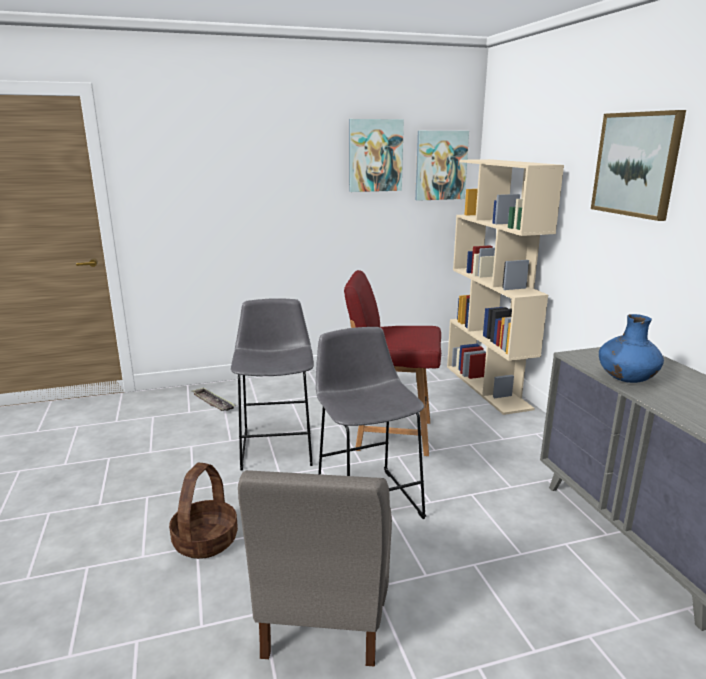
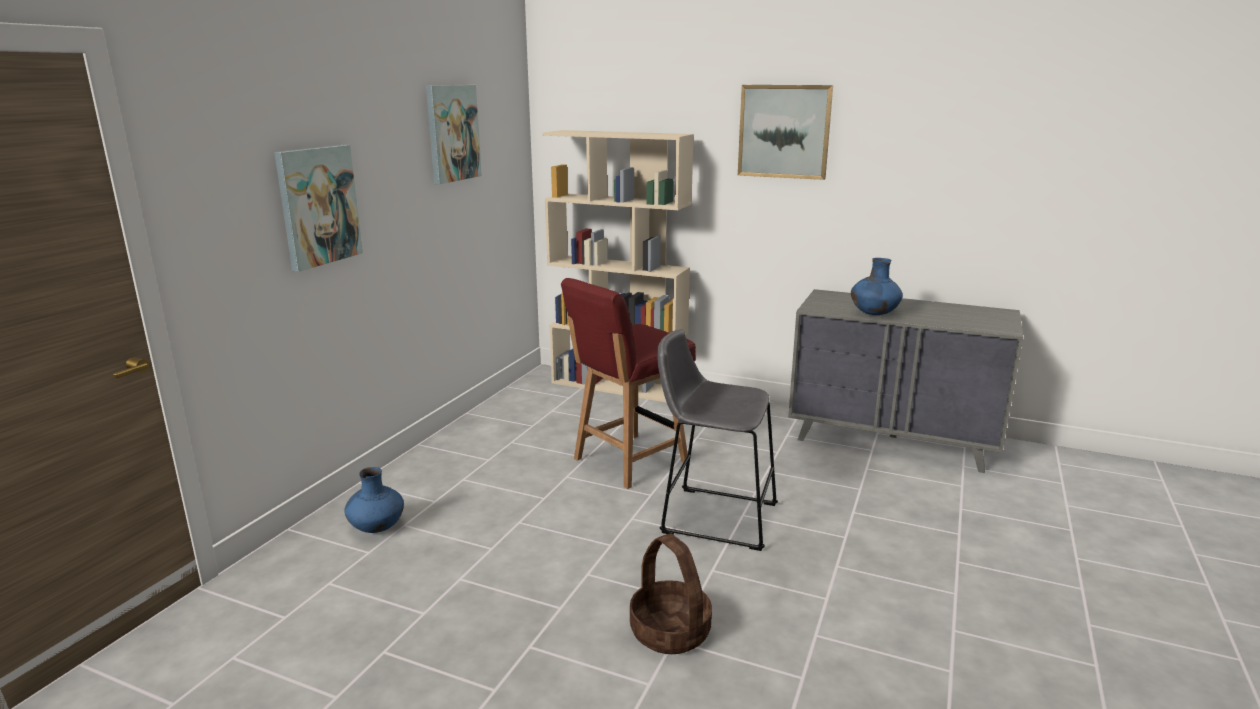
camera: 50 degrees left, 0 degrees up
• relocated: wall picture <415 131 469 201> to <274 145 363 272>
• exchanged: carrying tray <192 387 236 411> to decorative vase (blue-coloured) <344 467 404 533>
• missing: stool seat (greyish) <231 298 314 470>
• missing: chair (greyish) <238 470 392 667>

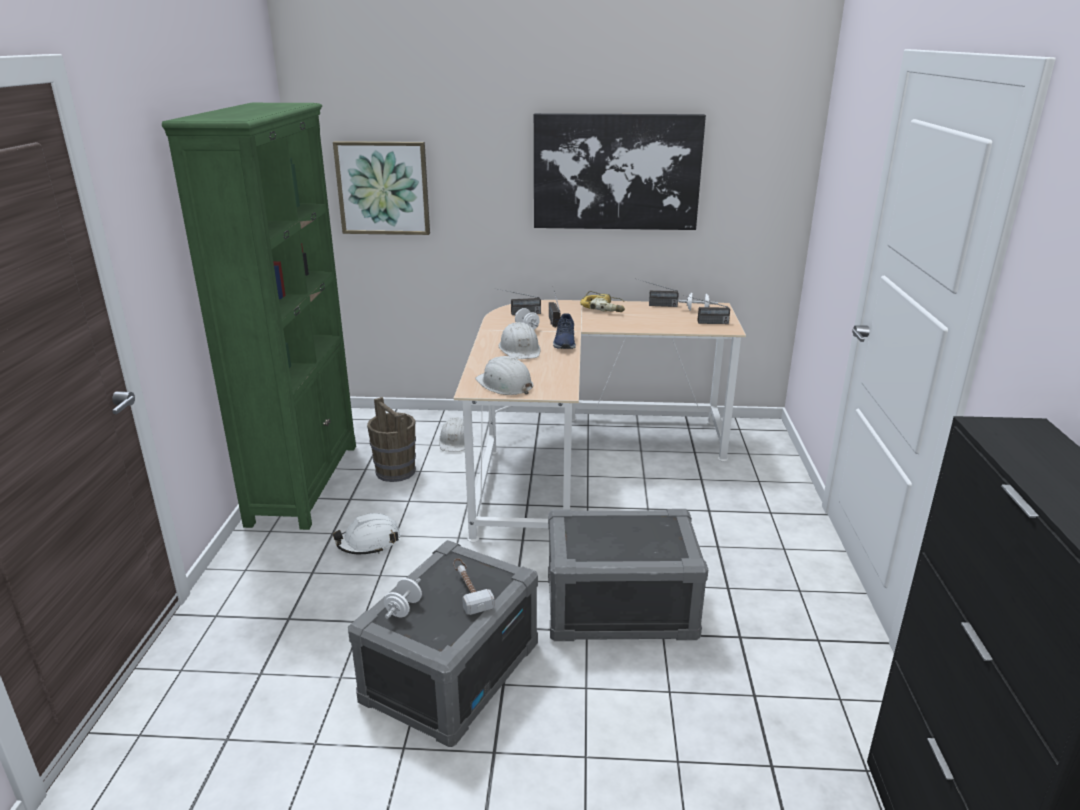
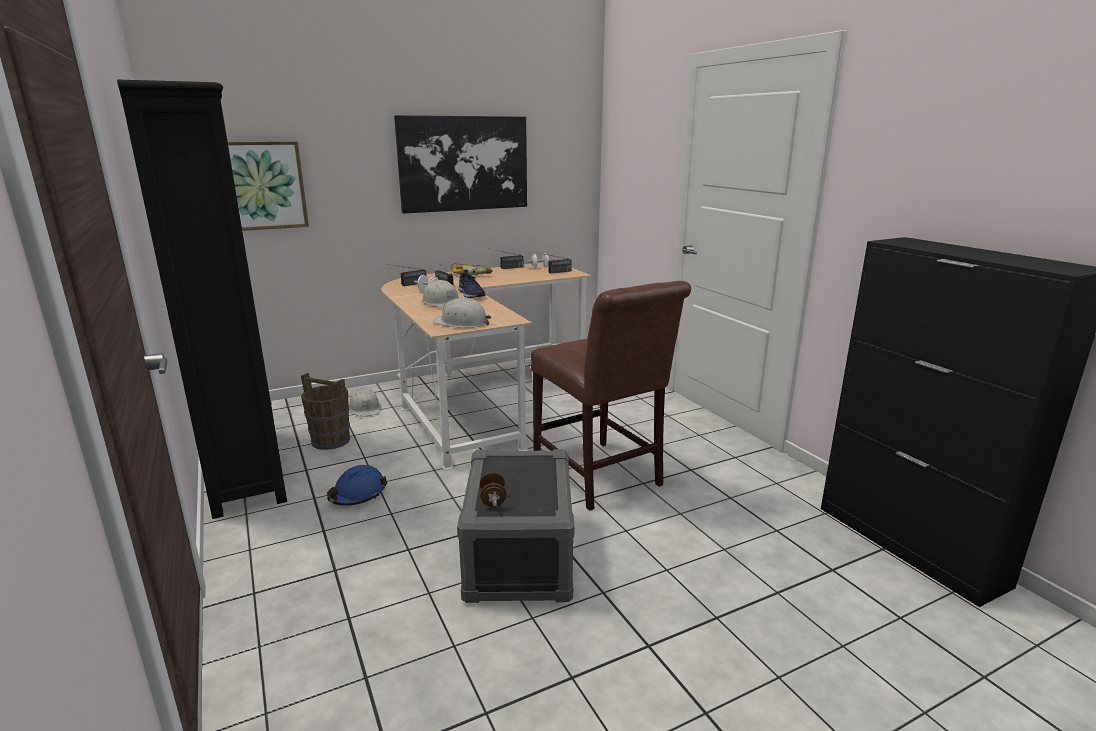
camera: 30 degrees left, 5 degrees down
• colour: shelving unit (greenish) <162 103 356 530> to shelving unit (black-coloured) <117 80 287 519>
• colour: hard hat (whitish) <333 513 401 554> to hard hat (blue-coloured) <327 465 387 506>
• colour: free weight (whitish) <384 578 422 619> to free weight (brownish) <480 472 507 507>
• exchanged: storage box (greyish) <548 509 708 641> to chair (brownish) <531 281 691 511>
• missing: hand hammer <453 559 495 615>

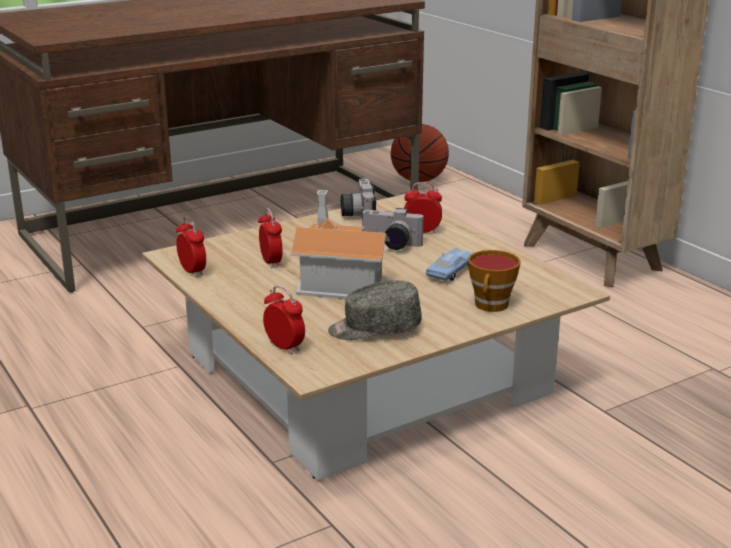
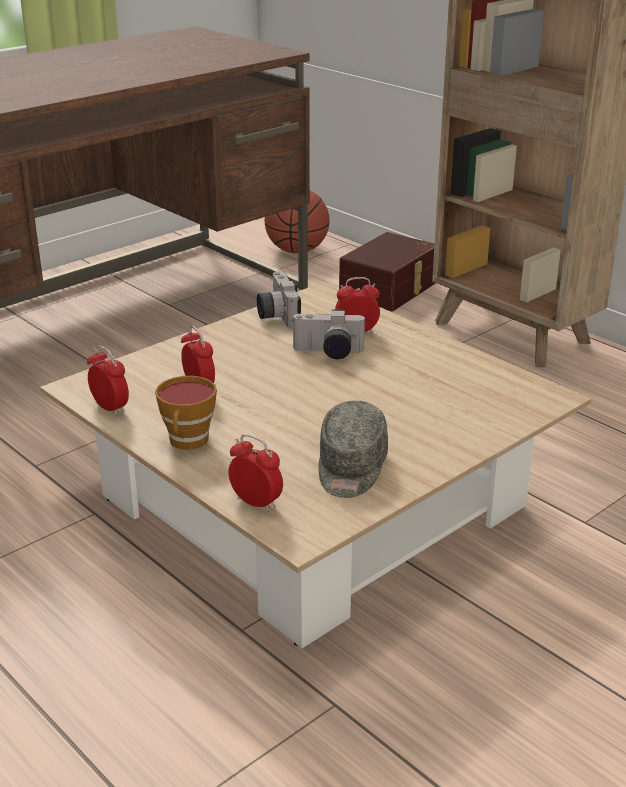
camera: 10 degrees left, 5 degrees up
• relocated: cup <468 250 521 312> to <155 376 217 450>
• spun: peaked cap (greyish) <328 280 422 340> = <318 401 388 498> 60 degrees counterclockwise
• appeared: storage box (brownish) <339 232 436 312>
• missing: miniature house <290 190 390 299>
• missing: toy car (blue-coloured) <426 248 474 281>

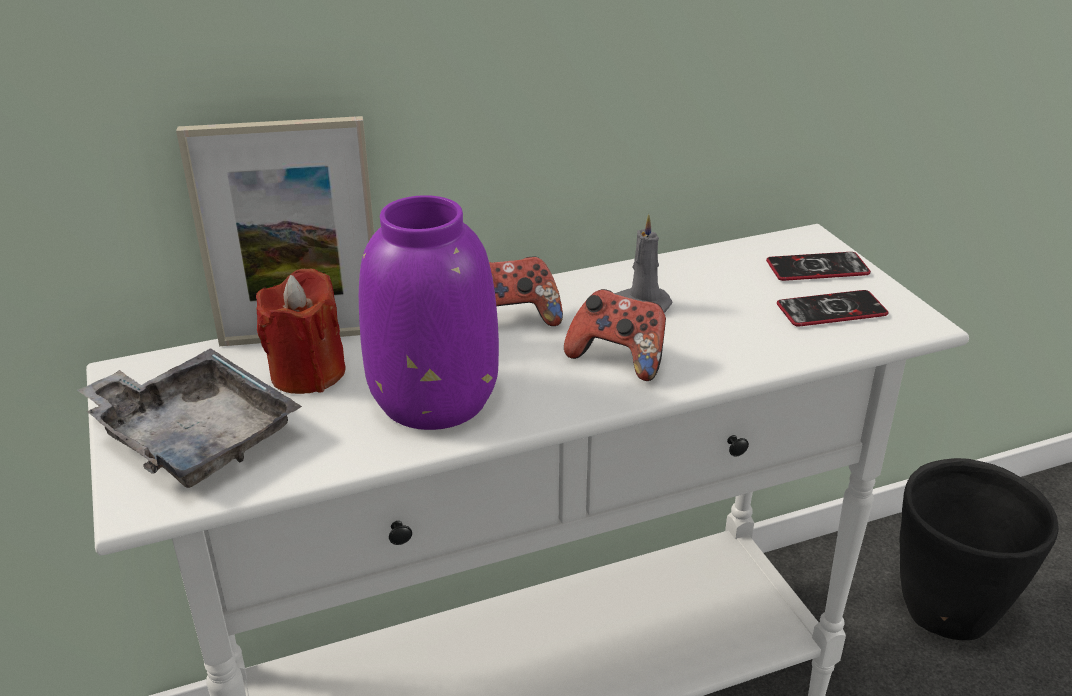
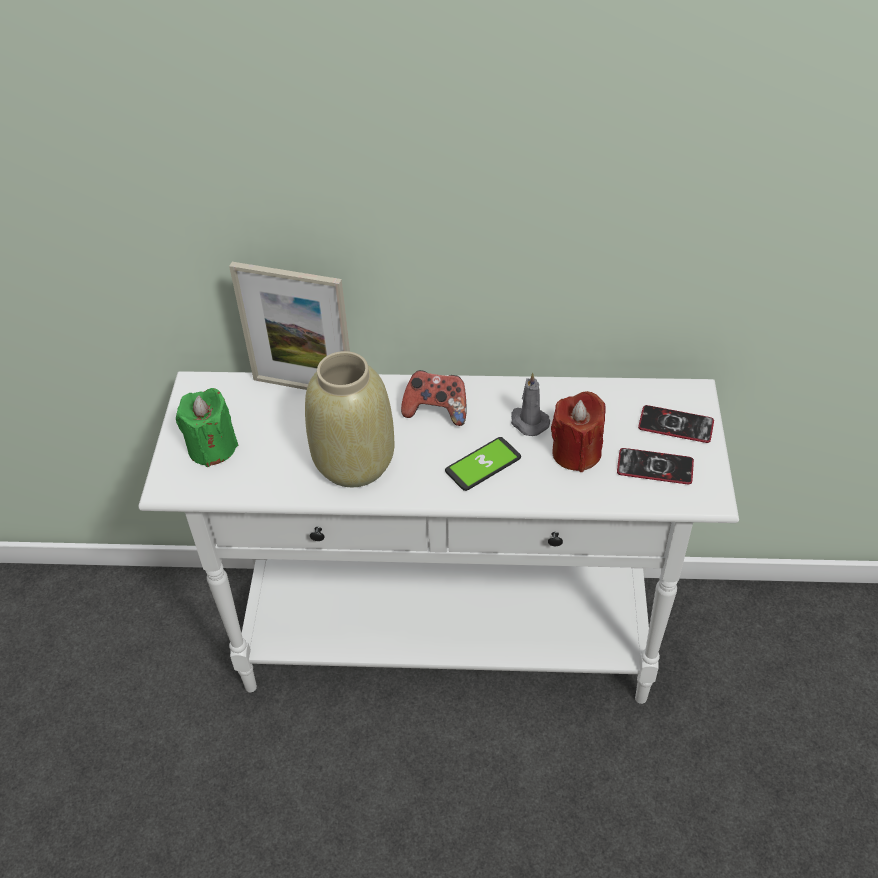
camera: 25 degrees right, 15 degrees up
• exchanged: carrying tray (greyish) <78 348 302 488> to wax candle (greenish) <176 388 238 467>
• colour: decorative vase (purple) <359 195 499 430> to decorative vase (beige-coloured) <305 351 394 487>
• exchanged: gamepad <564 289 666 381> to phone <445 437 521 491>
• relocated: wax candle (red) <256 269 346 394> to <551 391 606 472>
• missing: plant pot (black-coloured) <899 458 1059 640>

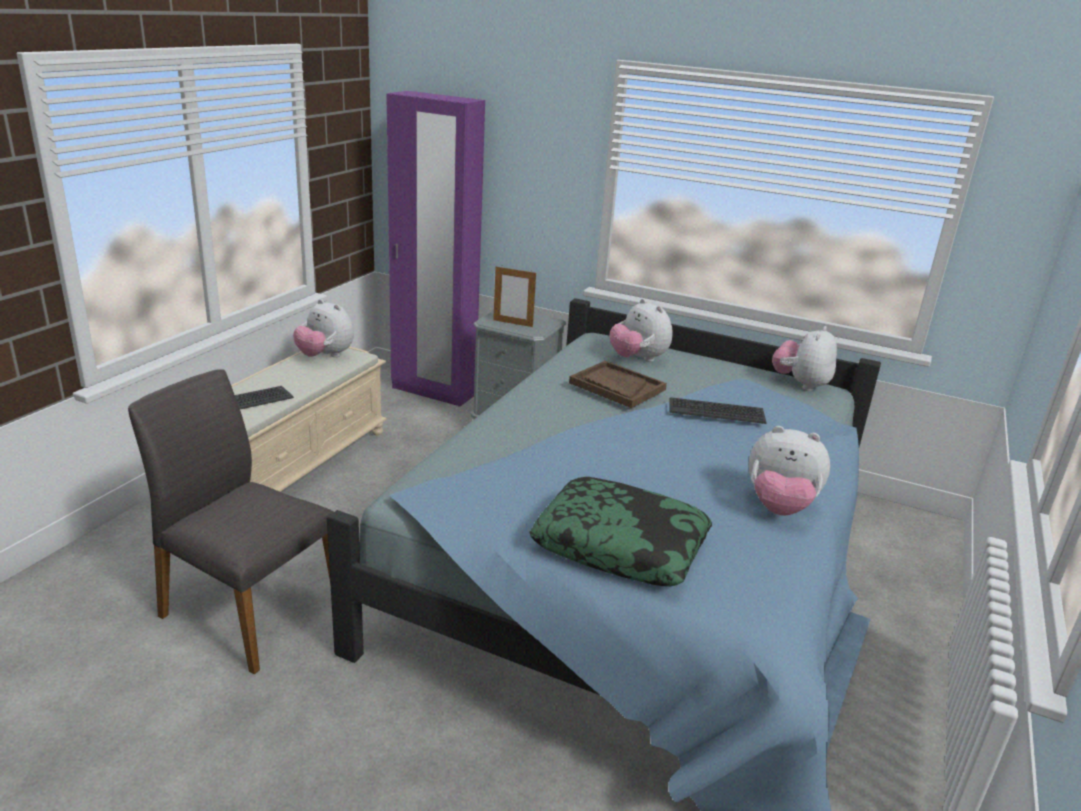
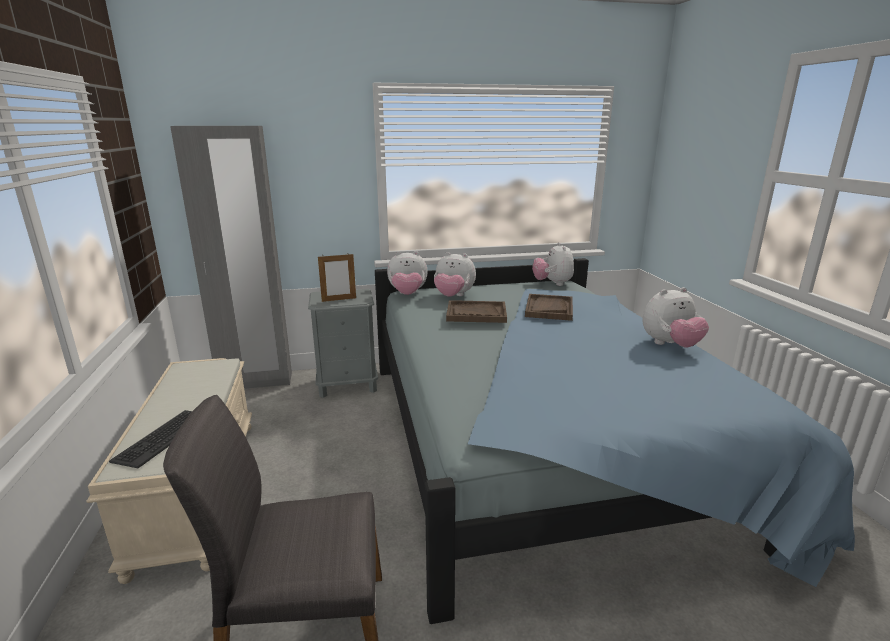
camera: 35 degrees left, 5 degrees down
• colour: clothes cupboard (purple) <386 91 485 407> to clothes cupboard (greyish) <170 126 292 389>
• relocated: plush toy <293 299 354 357> to <387 251 428 295>
• exchanged: computer keyboard <670 397 766 424> to carrying tray (brownish) <525 294 573 321>
• missing: cushion <530 477 712 587>

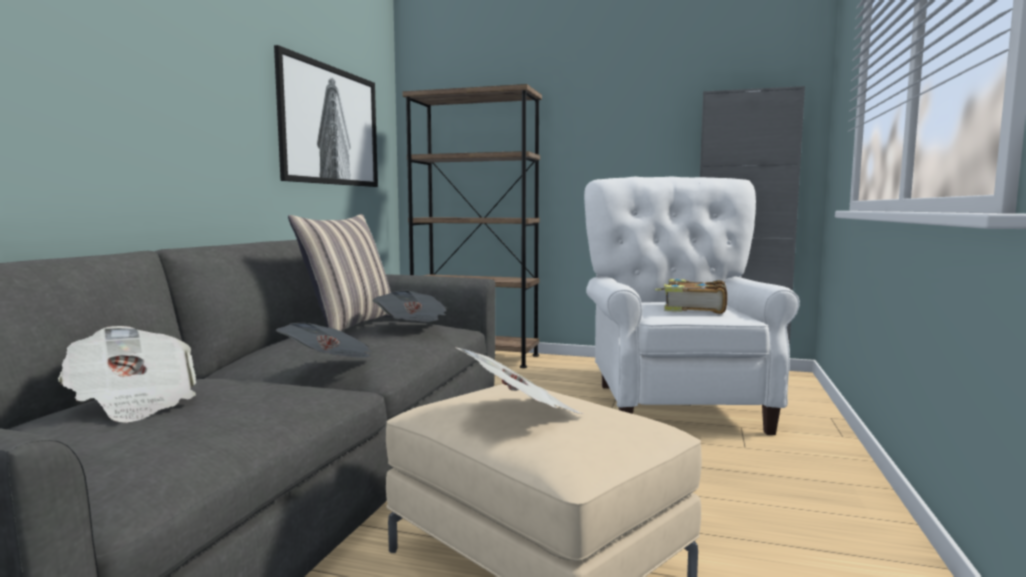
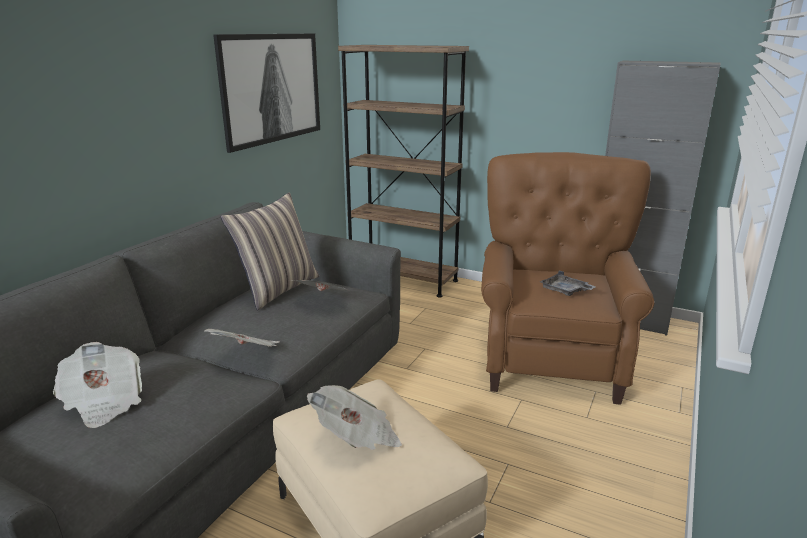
camera: 10 degrees right, 15 degrees up
• colour: armchair (whitish) <584 177 800 435> to armchair (brownish) <481 152 655 405>
• exchanged: volume <655 279 727 314> to carrying tray (greyish) <540 271 596 296>

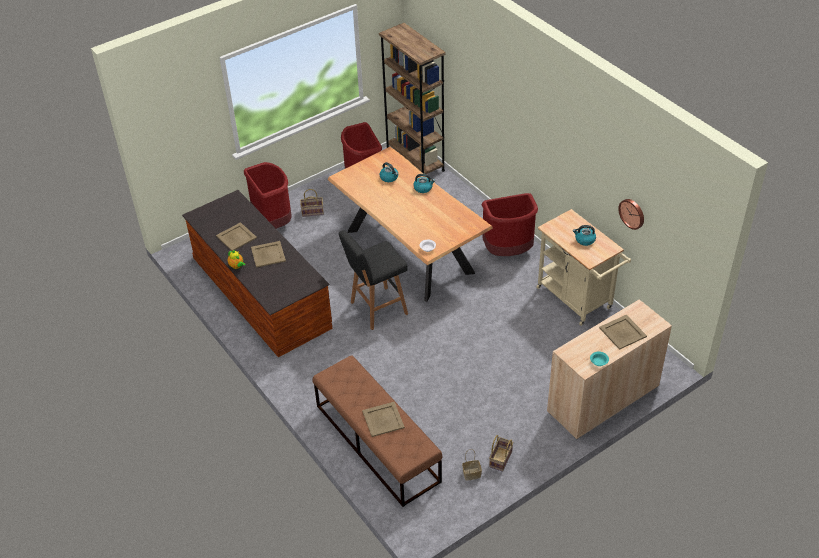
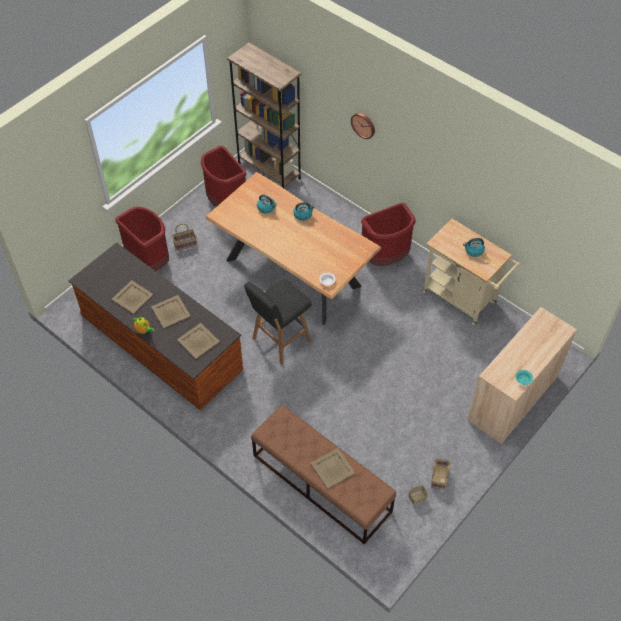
camera: 15 degrees left, 10 degrees up
• relocated: carrying tray (beige-coloured) <599 315 647 350> to <177 323 220 359>
• relocated: hanging clock <618 199 644 230> to <351 113 375 139>

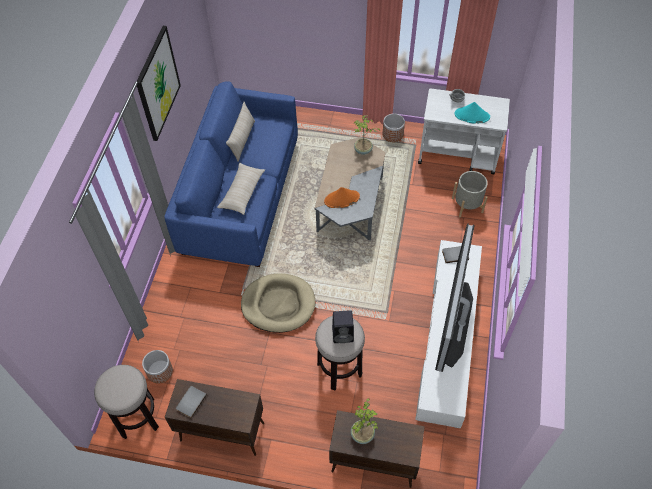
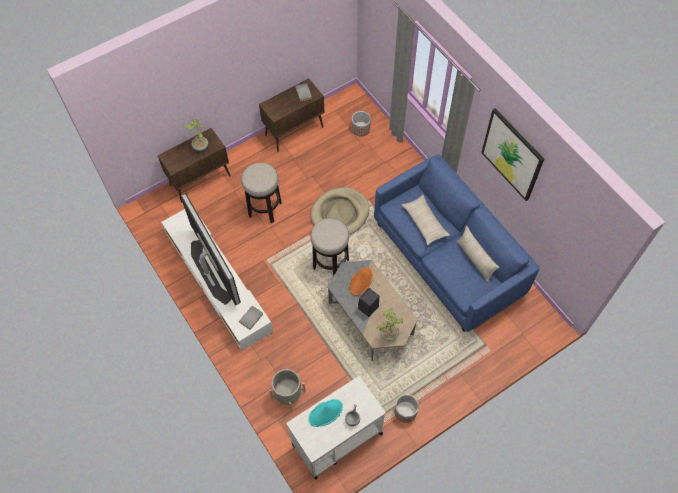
camera: 135 degrees right, 5 degrees up
• relocated: stool seat <94 365 159 439> to <310 218 349 276>
• relocated: audio speaker (black-coloured) <332 310 354 343> to <358 288 380 317>

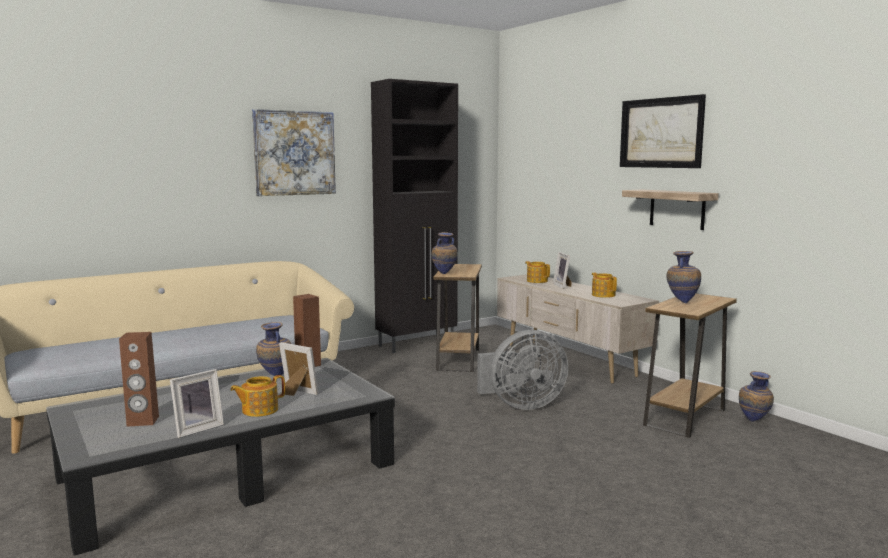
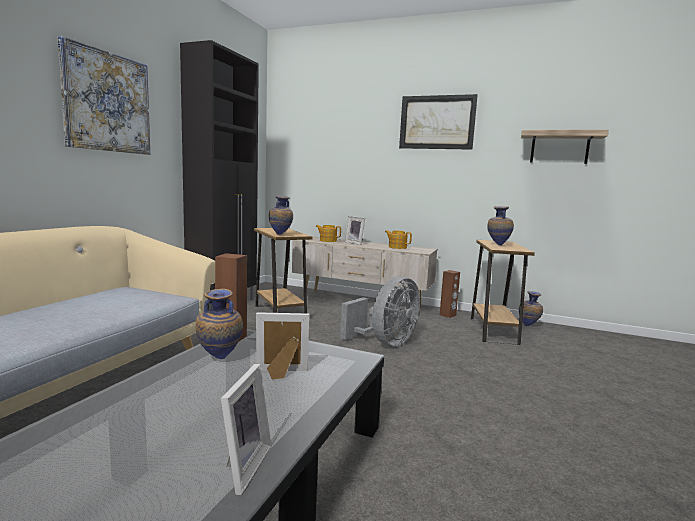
camera: 35 degrees left, 0 degrees up
• relocated: audio speaker (brownish) <119 332 159 427> to <440 270 460 318>
• relocated: wall shelf <622 190 719 230> to <521 130 609 164>
• missing: teapot <230 375 285 417>

